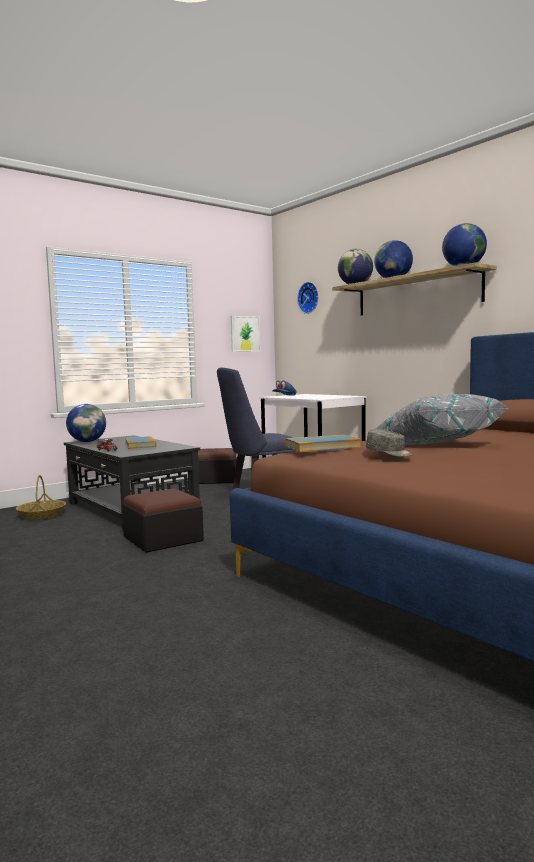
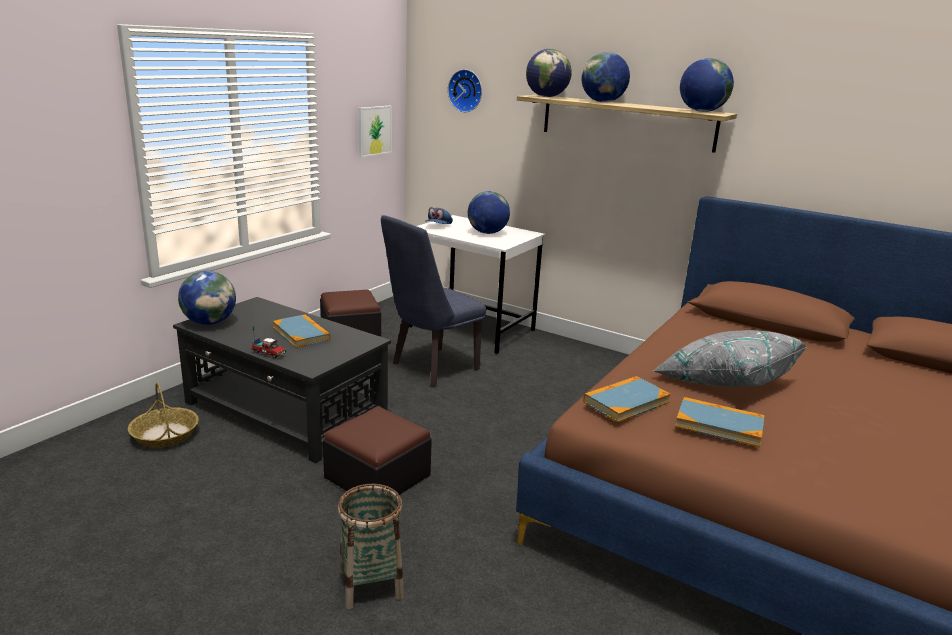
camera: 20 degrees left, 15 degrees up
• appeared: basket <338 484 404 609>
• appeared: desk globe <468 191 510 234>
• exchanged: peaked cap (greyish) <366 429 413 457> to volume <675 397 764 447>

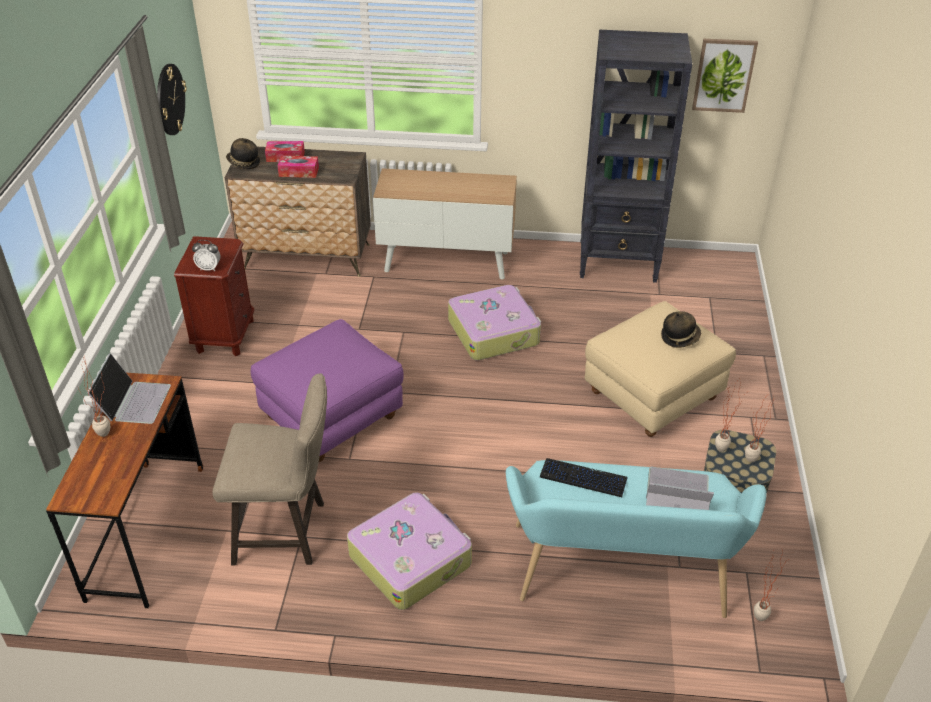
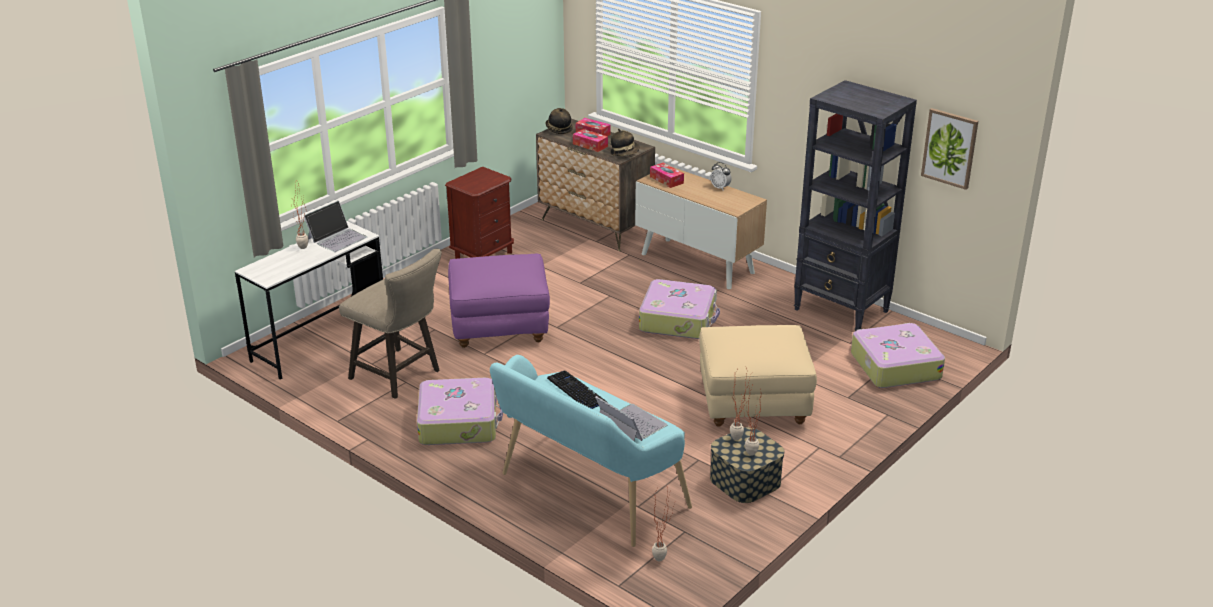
camera: 35 degrees right, 10 degrees down
• colour: desk (brownish) <46 373 203 608> to desk (whitish) <235 221 383 380>
• relocated: clothing hat <661 311 701 348> to <611 129 640 156>
• appeared: tissue box <650 163 684 188>
• relocated: table clock <192 240 220 271> to <710 162 731 190>
• appeared: travel case <851 323 945 388>
• missing: hanging clock <157 64 187 135>

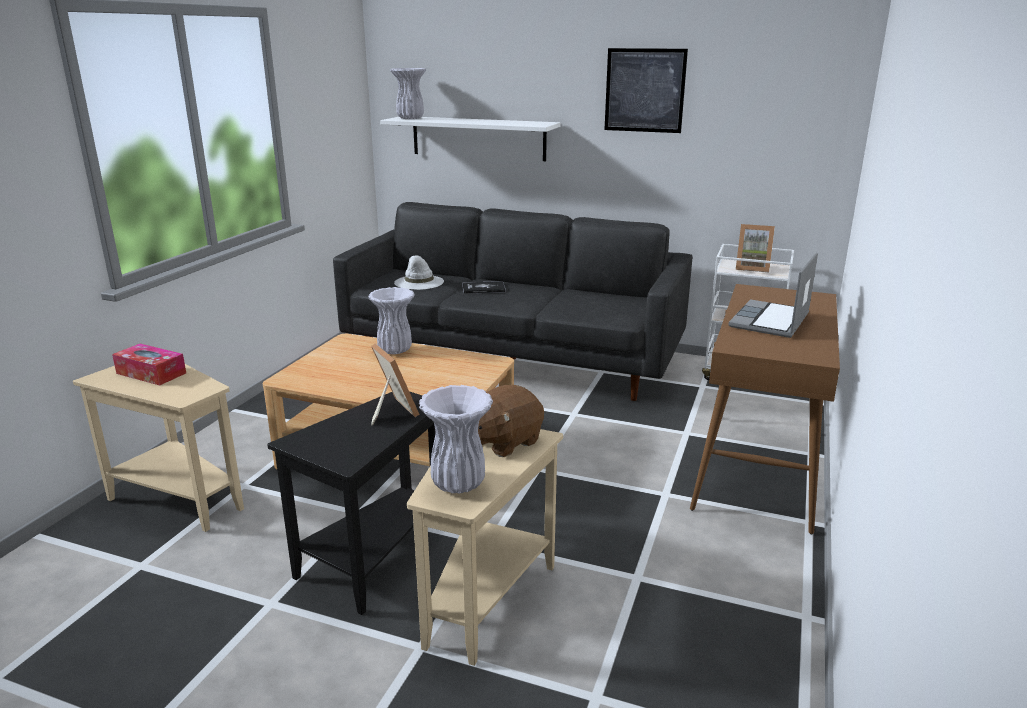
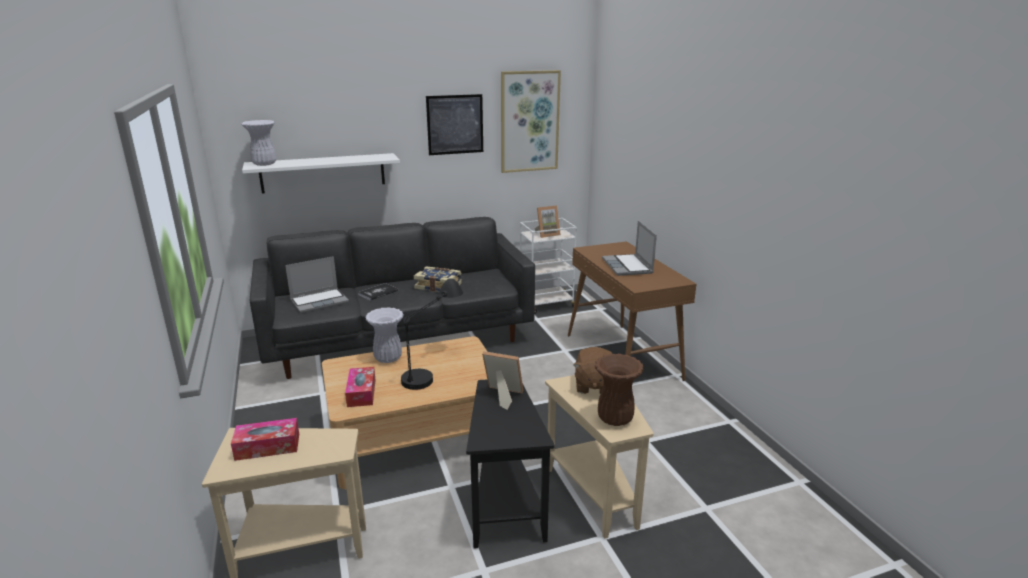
camera: 40 degrees left, 0 degrees up
• exchanged: clothing hat (whitish) <394 255 444 290> to portable computer <285 256 349 313>
• appeared: tissue box <345 367 375 407>
• appeared: table lamp (black-coloured) <401 278 463 390>
• appeared: volume <414 267 462 292>
• appeared: wall picture <501 70 561 173>
• colour: decorative vase (whitish) <419 385 493 493> to decorative vase (brownish) <595 354 644 426>

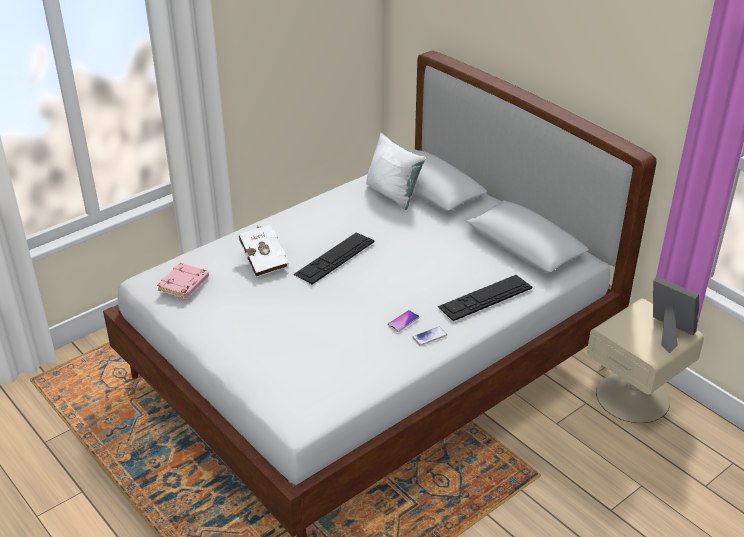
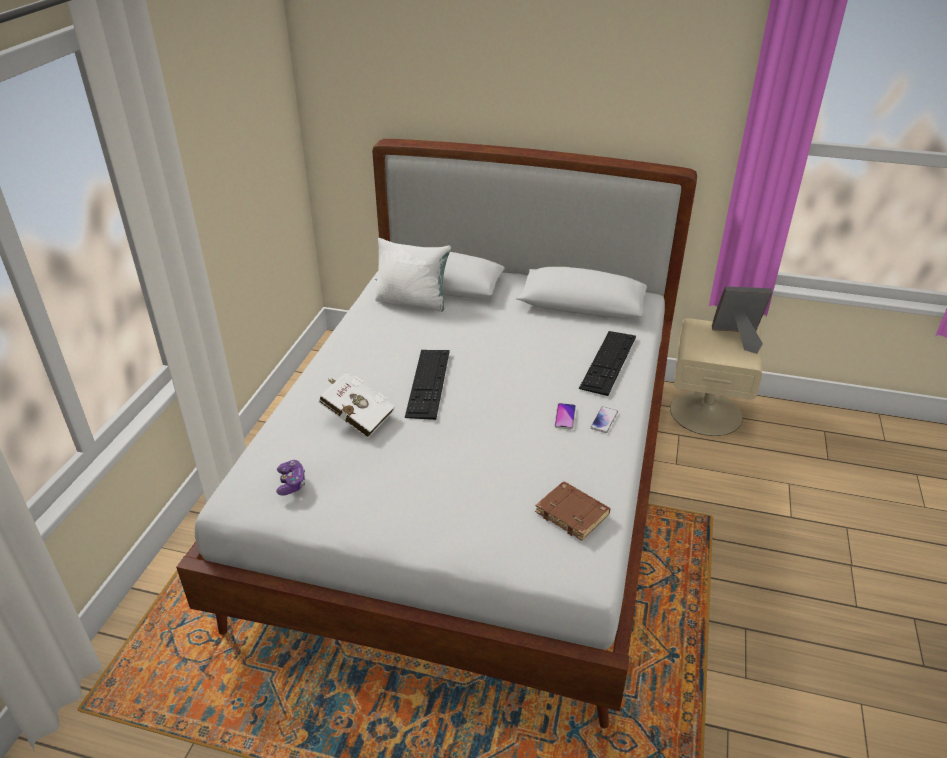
camera: 35 degrees left, 0 degrees up
• exchanged: volume (pink) <157 263 209 299> to gamepad <276 460 305 496>
• appeared: volume (brownish) <535 481 611 541>

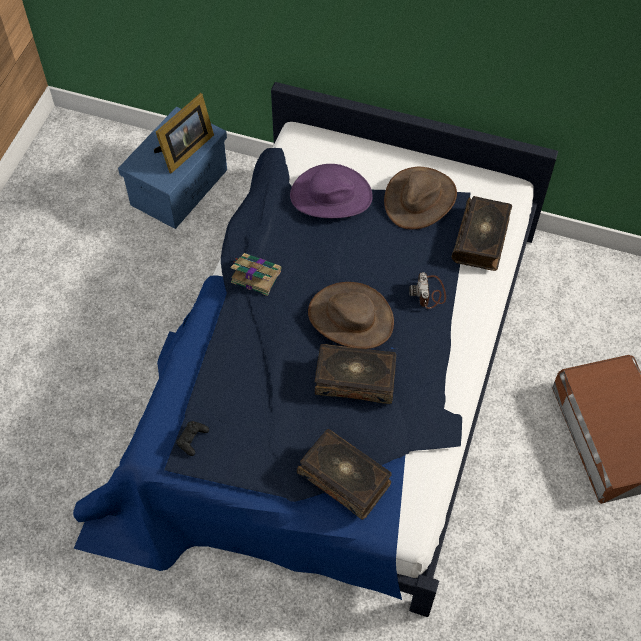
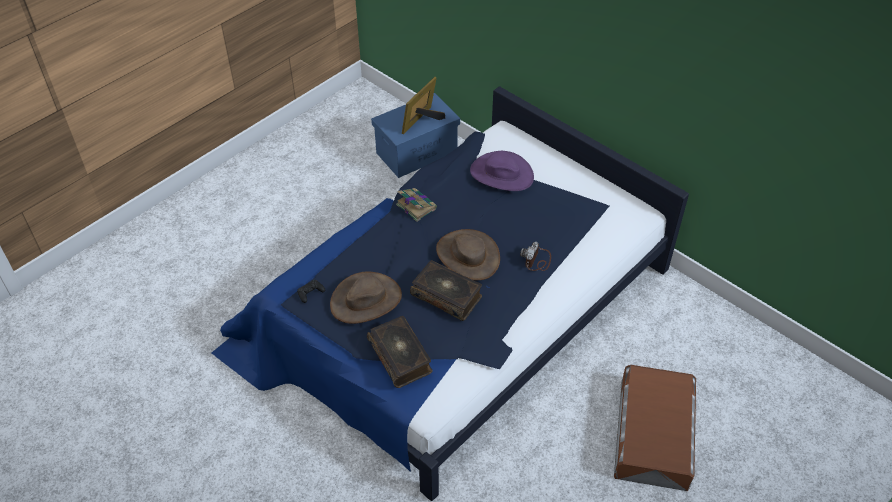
camera: 25 degrees right, 10 degrees down
• relocated: clothing hat (brownish) <384 167 457 229> to <330 272 402 324>
• spun: standing frame <154 93 214 173> = <402 77 445 134> 150 degrees clockwise
• missing: volume <452 196 512 271>

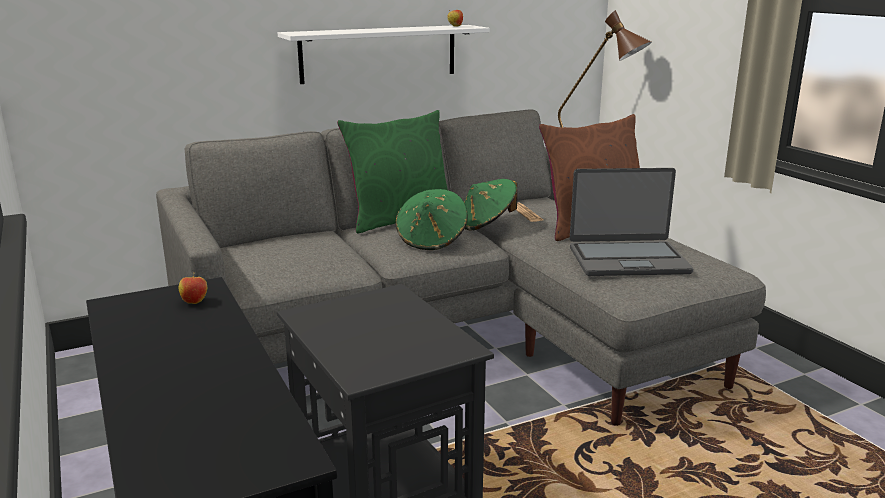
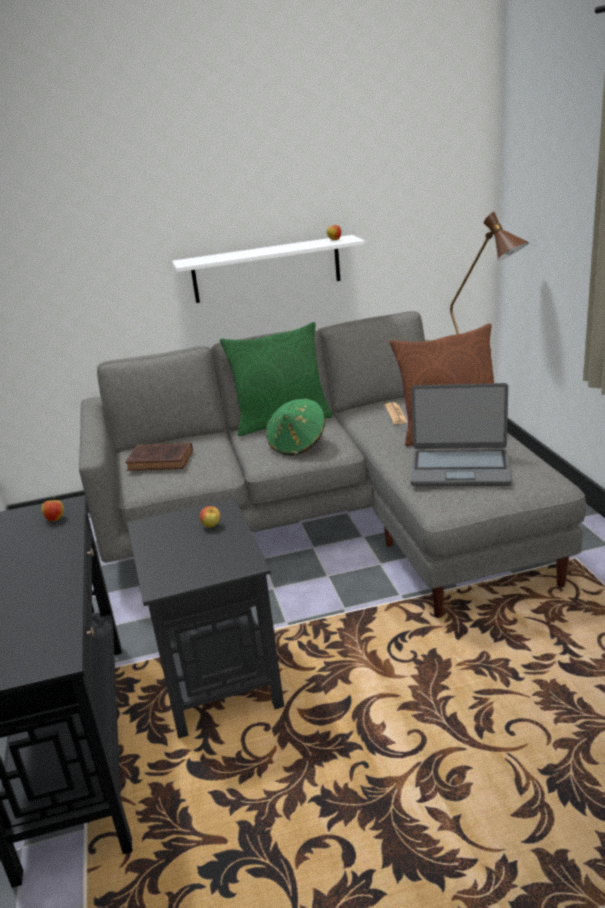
camera: 15 degrees right, 5 degrees up
• appeared: volume (brownish) <125 443 193 471>
• appeared: whole apple <200 506 220 528>
• missing: clothing hat (greenish) <464 179 517 231>

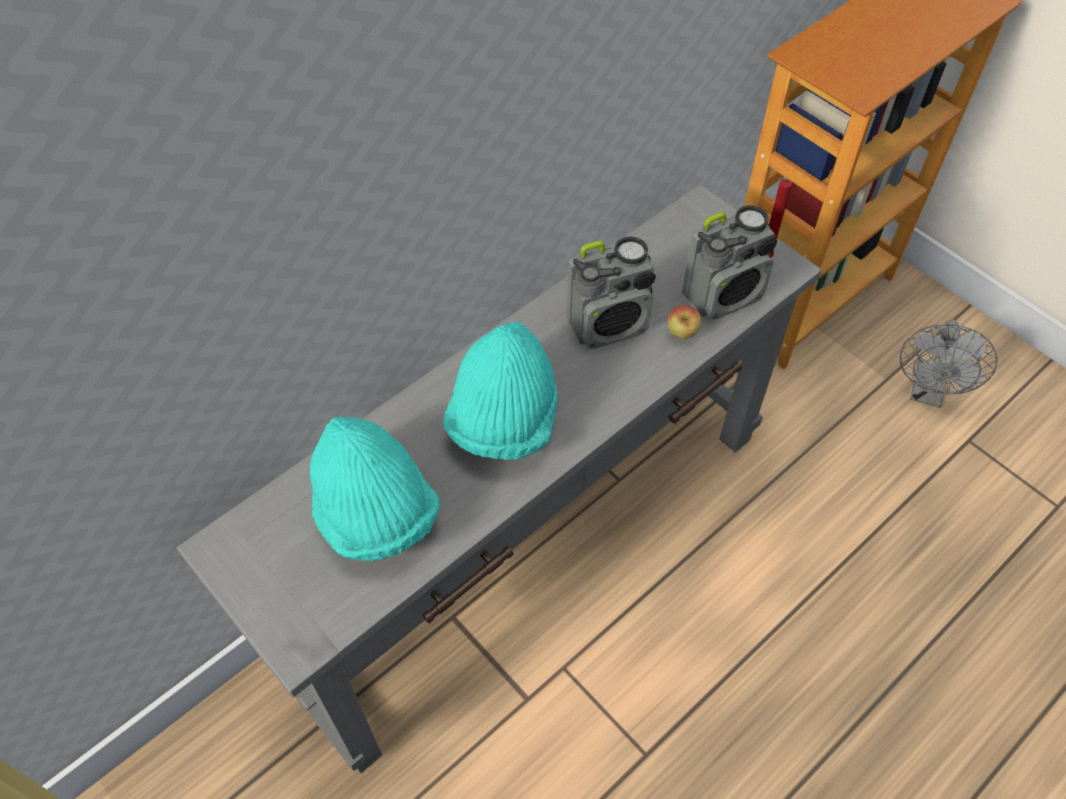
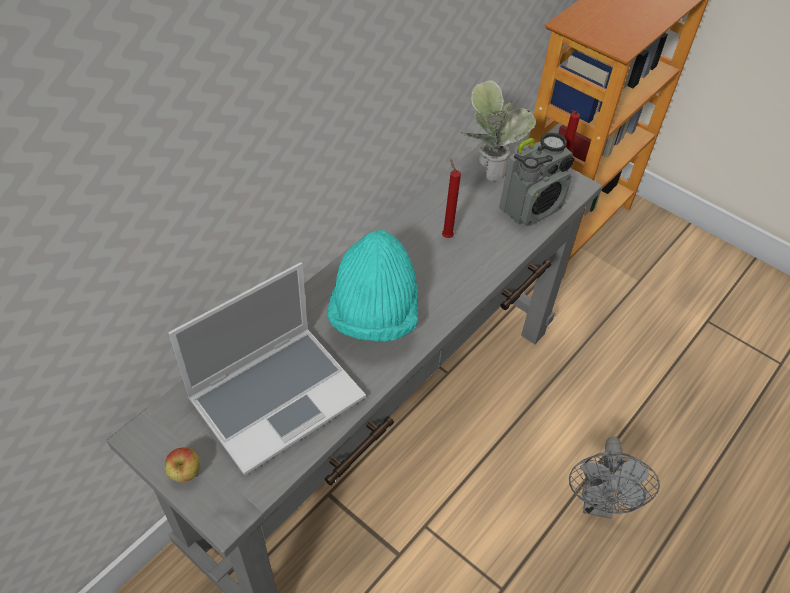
camera: 10 degrees left, 5 degrees down
• relocated: whole apple <668 305 701 339> to <165 448 200 483>
• exchanged: clothing hat (turquoise) <310 417 440 561> to portable computer <168 262 366 476>
• exchanged: radio <566 236 656 349> to wax candle (red) <442 159 461 238>
• appeared: plant in a pot <458 80 536 181>
• relocated: cooling fan (greyish) <900 320 998 408> to <569 436 660 519>

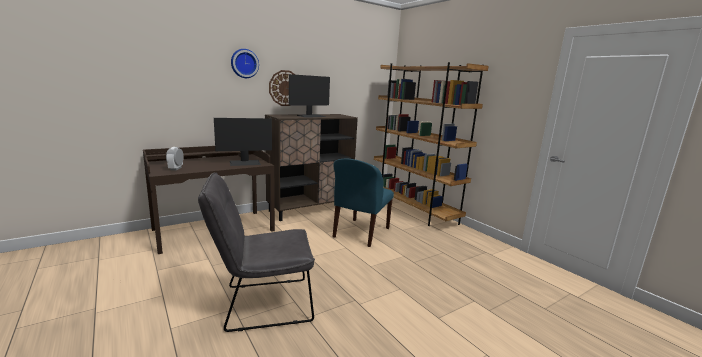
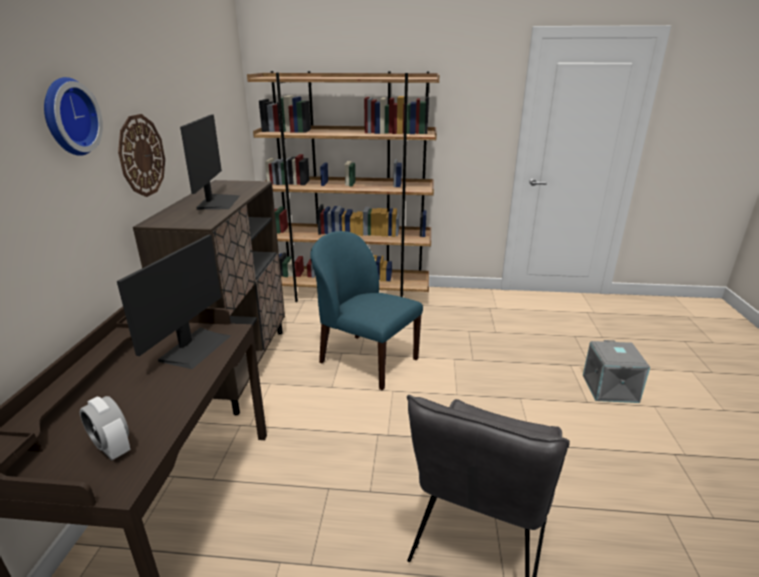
camera: 50 degrees left, 10 degrees up
• spun: chair (blue-coloured) <332 159 394 247> = <310 231 423 390> 150 degrees clockwise
• appeared: storage box (greyish) <583 340 650 403>

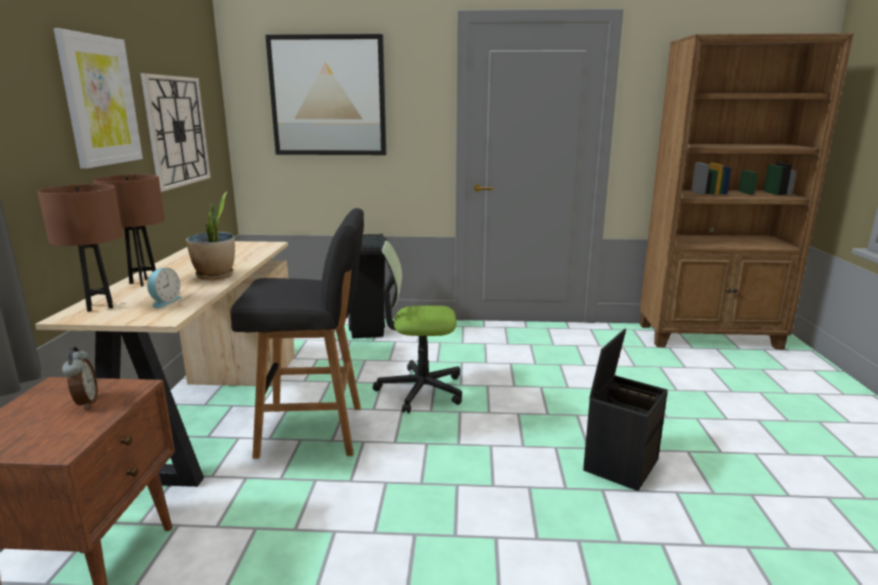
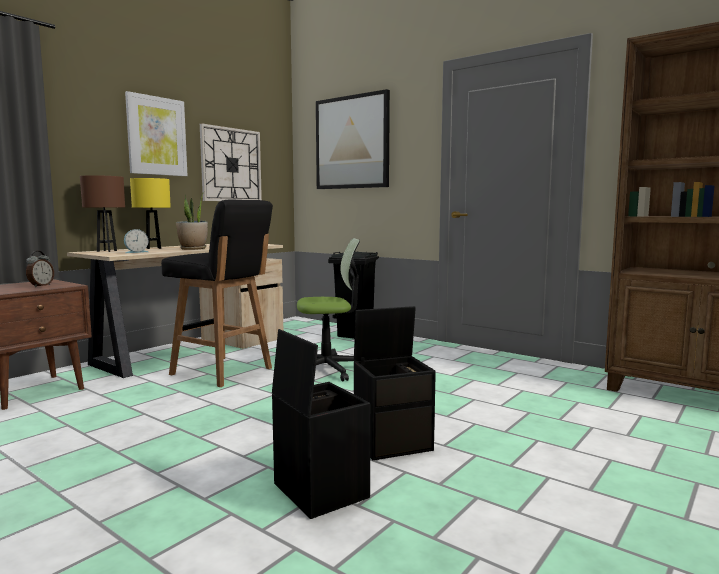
camera: 35 degrees right, 10 degrees down
• colour: table lamp (brownish) <93 174 165 286> to table lamp (yellow-coloured) <130 178 171 249>
• appeared: storage box (black-coloured) <272 329 370 519>
• spun: desk chair <373 241 462 413> = <297 238 360 381> 135 degrees clockwise

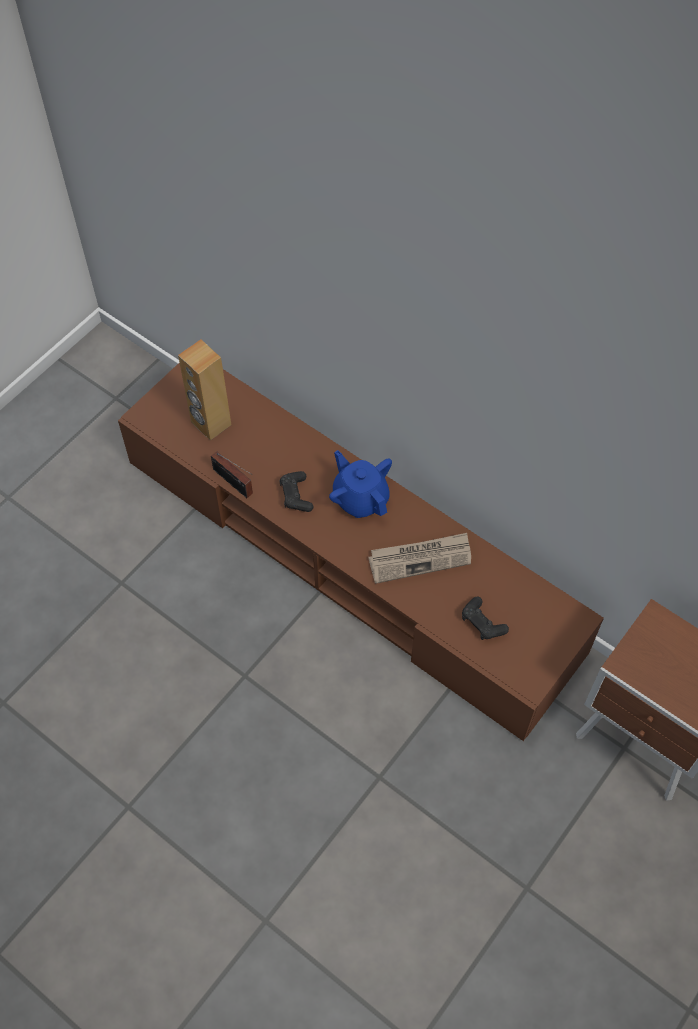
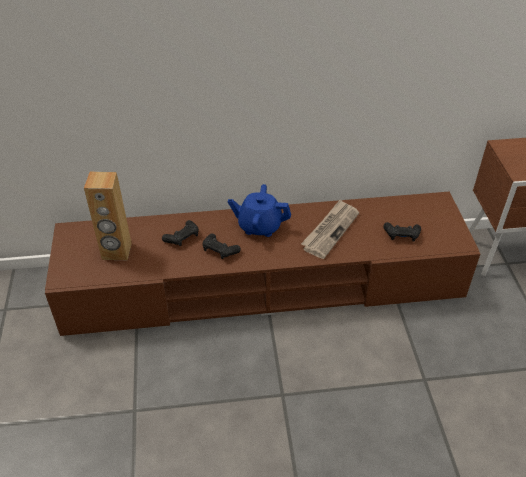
camera: 45 degrees left, 15 degrees down
• appeared: gamepad (black-coloured) <162 220 199 246>
• missing: radio <211 451 253 498>

